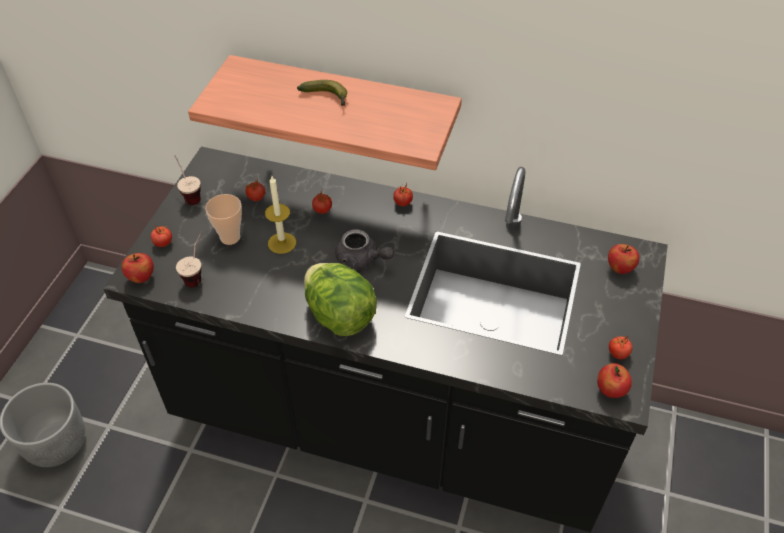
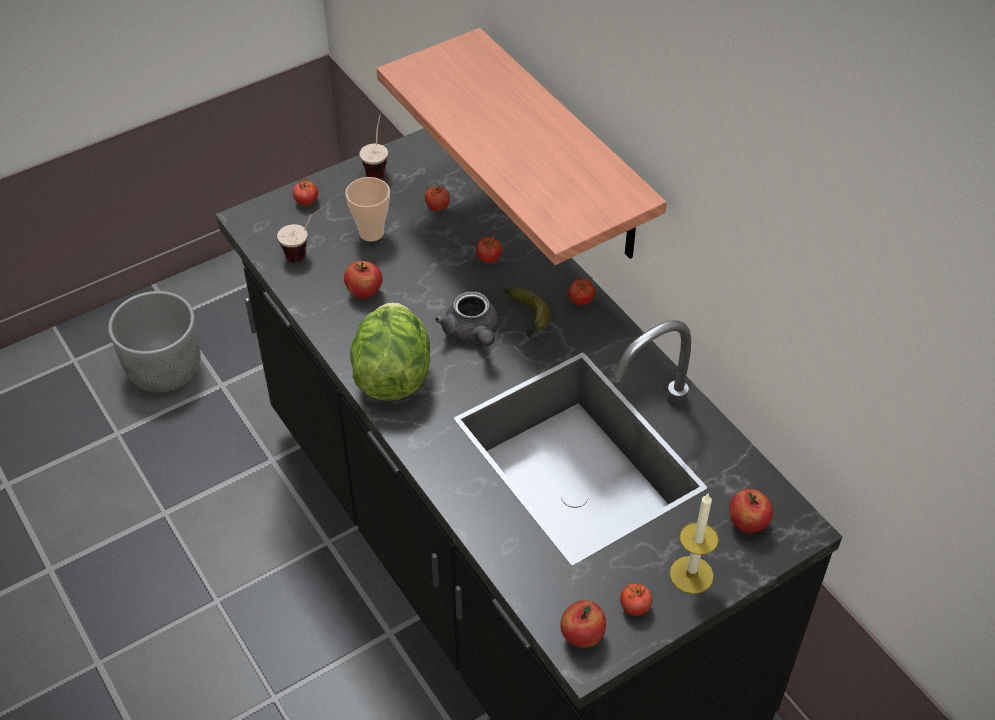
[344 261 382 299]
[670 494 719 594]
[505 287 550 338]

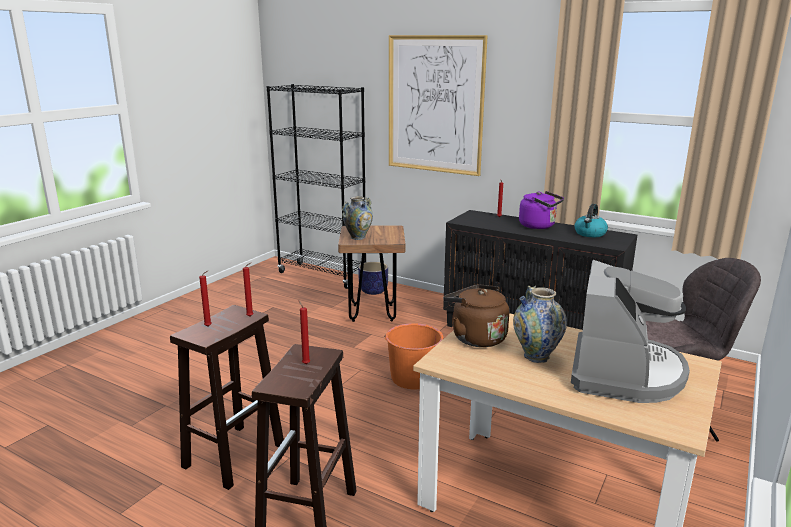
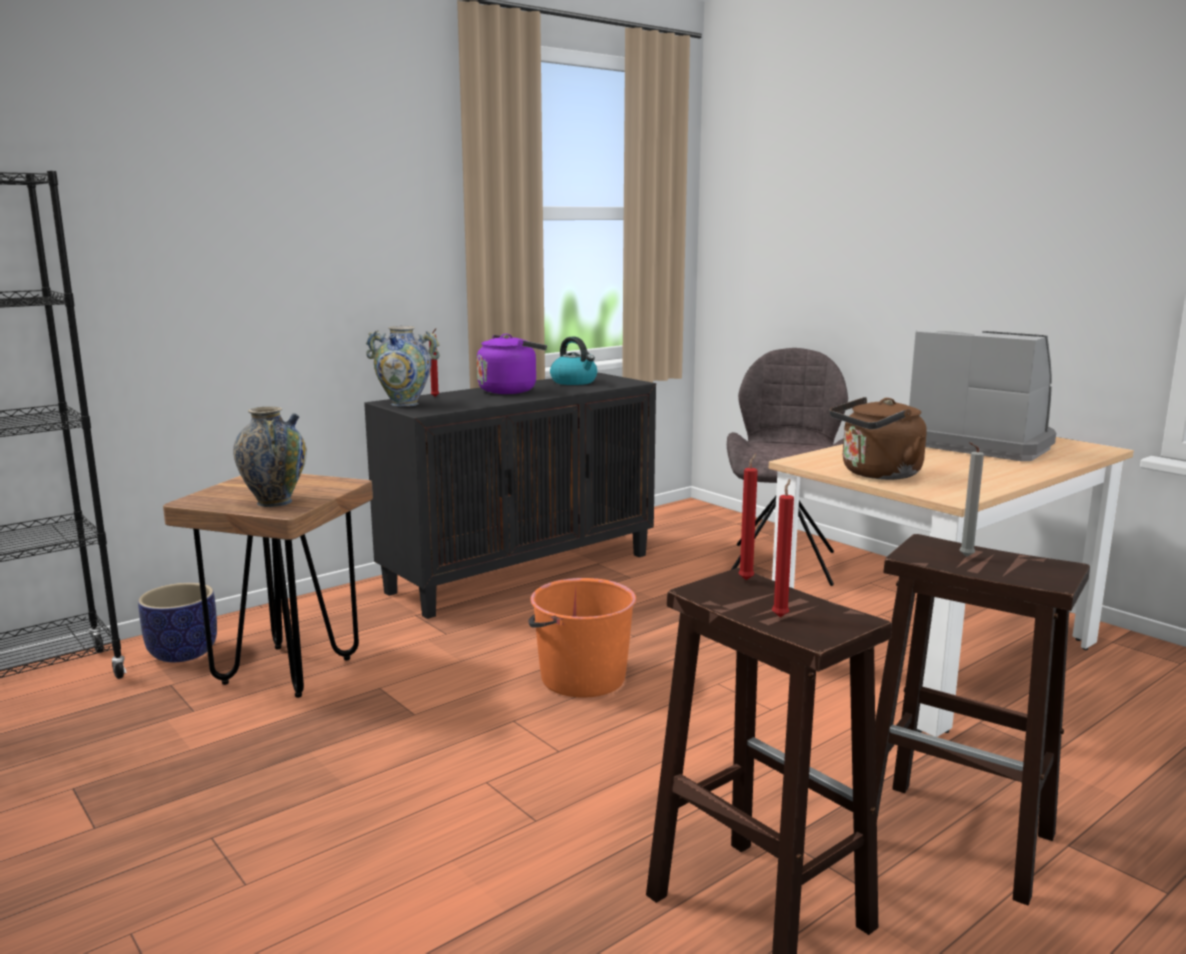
[389 35 488 176] (first image)
[366 326 440 407]
[960 442 984 557]

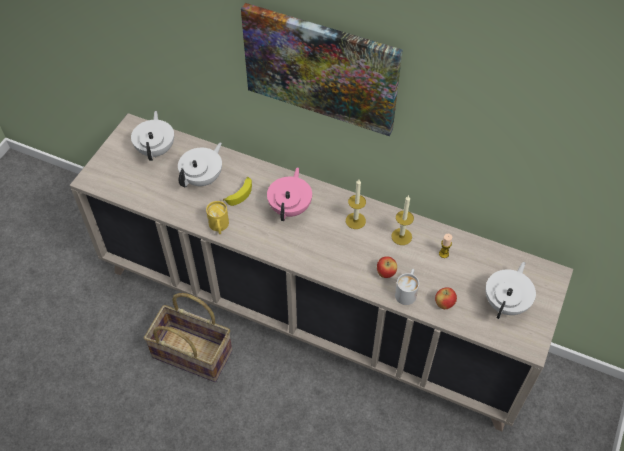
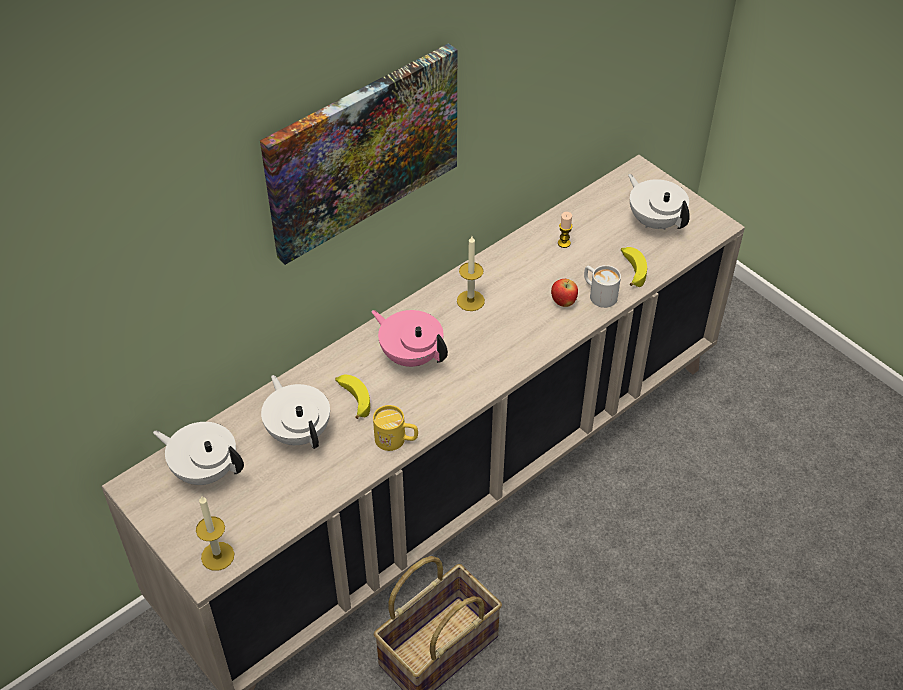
[196 495 234 571]
[621 247 647 287]

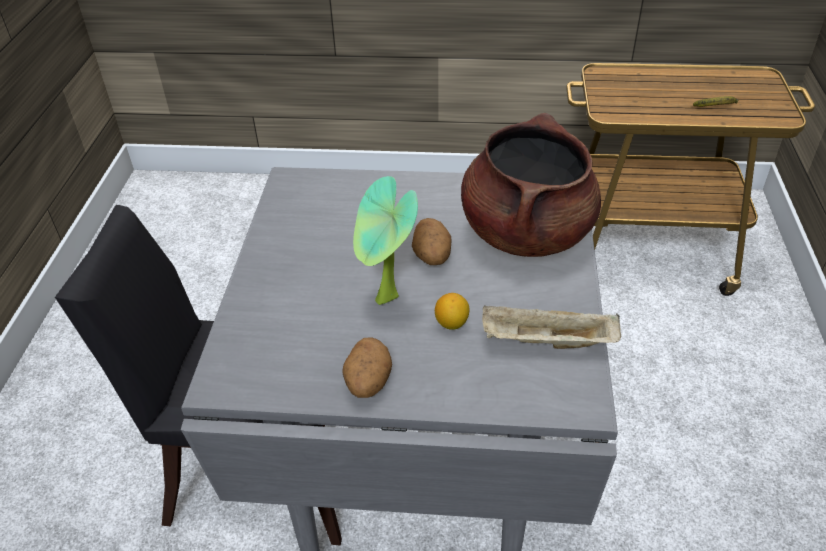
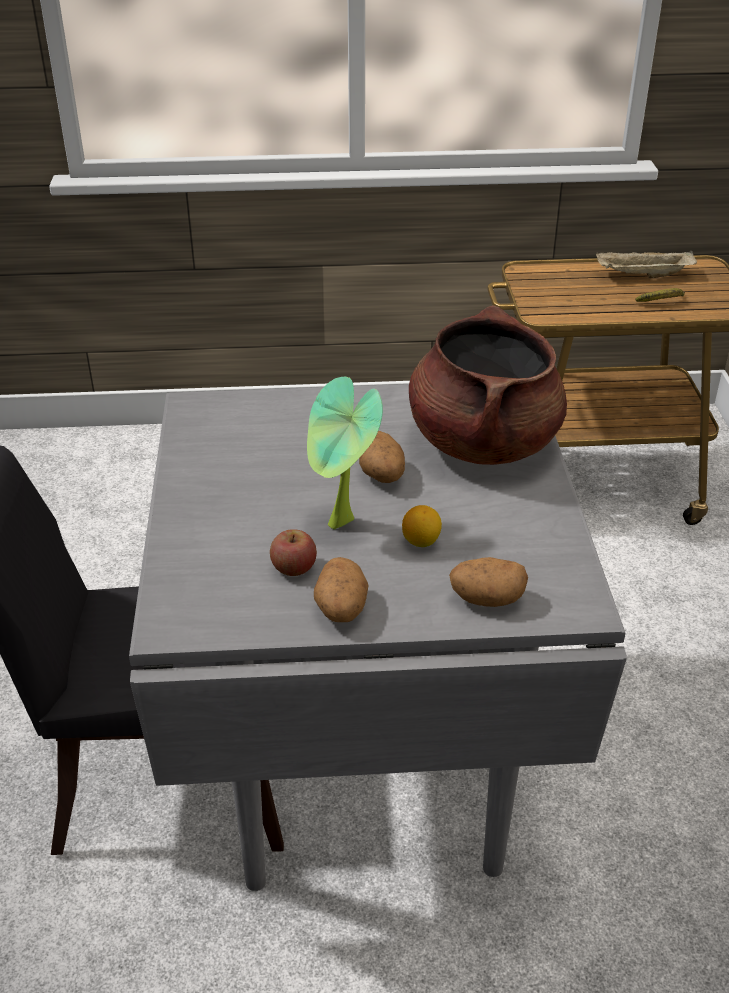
[270 529 317 576]
[449 557 528 607]
[596 250 697 278]

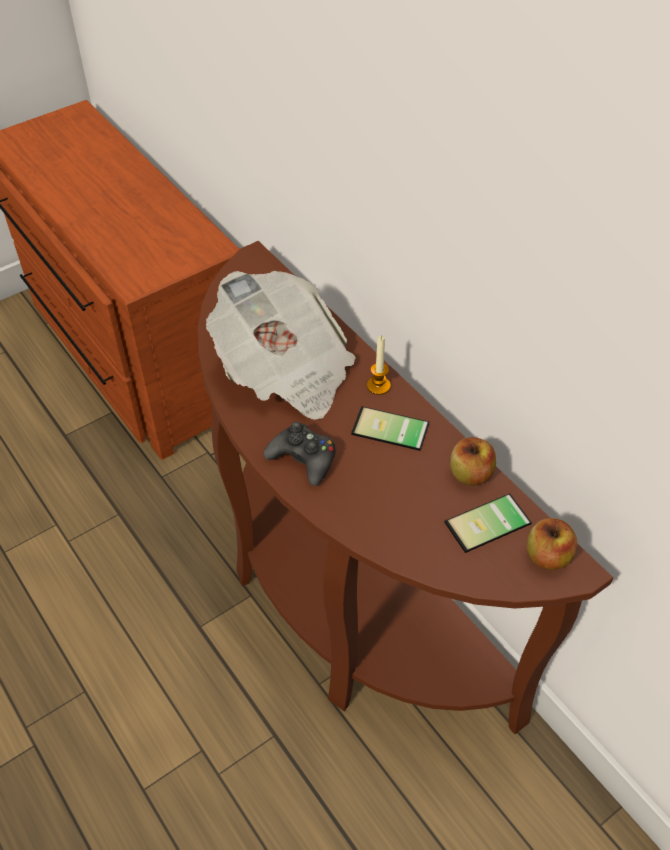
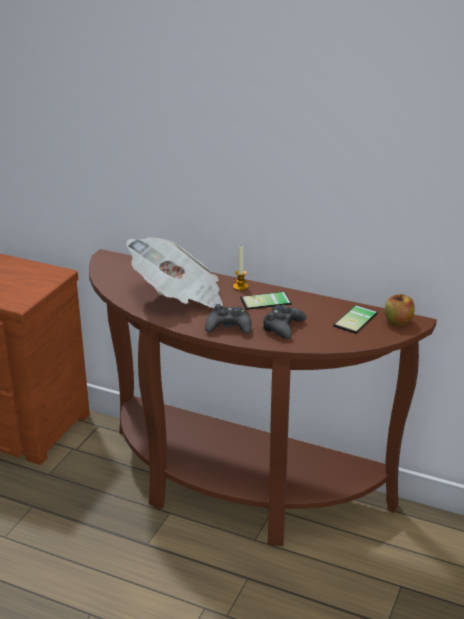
[450 437 496 485] (first image)
[263 305 306 339]

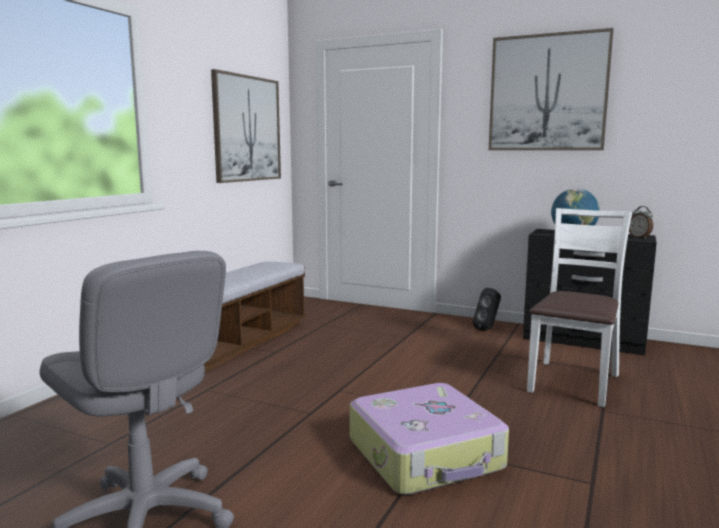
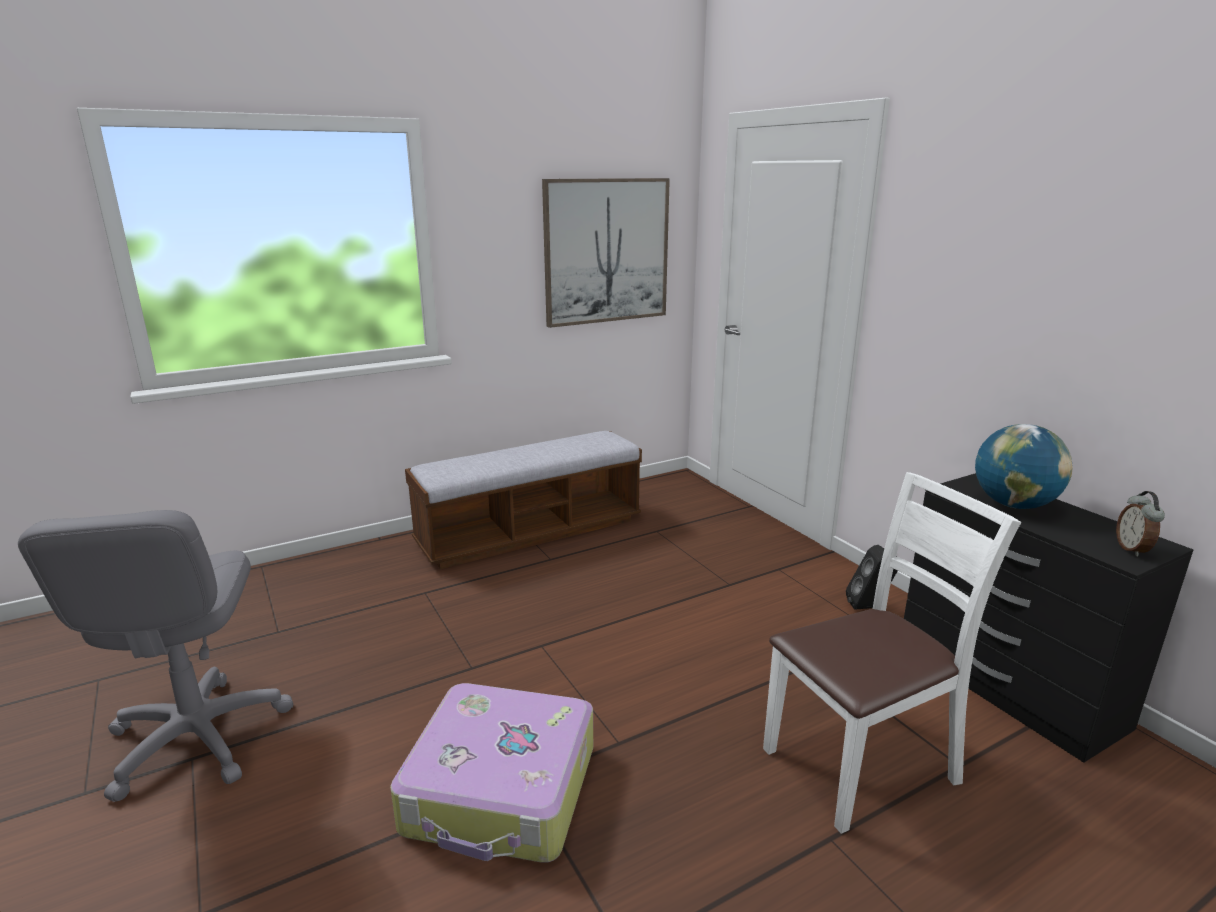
[489 28 614 150] (first image)

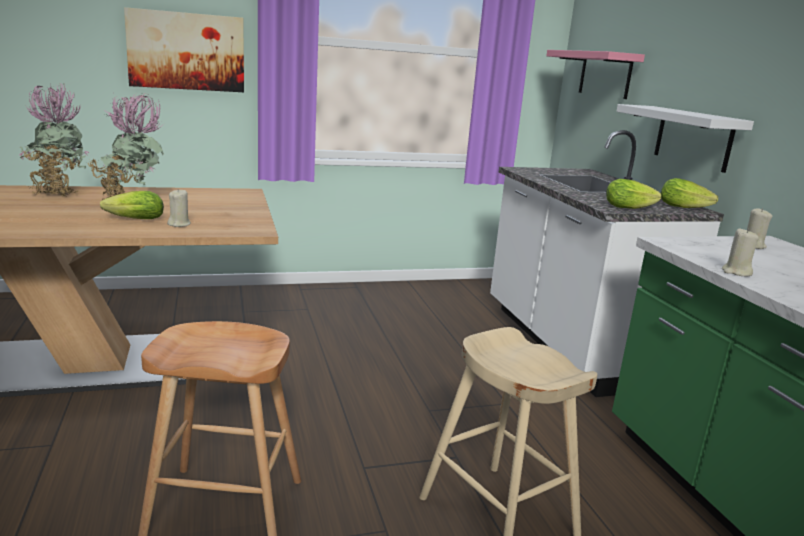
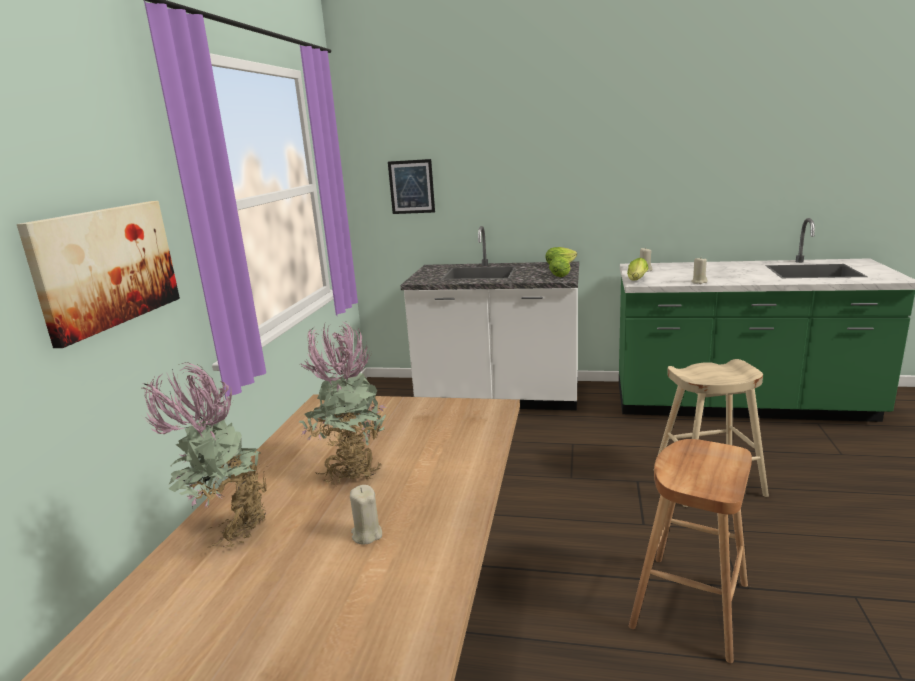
[616 104 754 173] (first image)
[627 258 648 281]
[350 485 382 544]
[388 159 435 214]

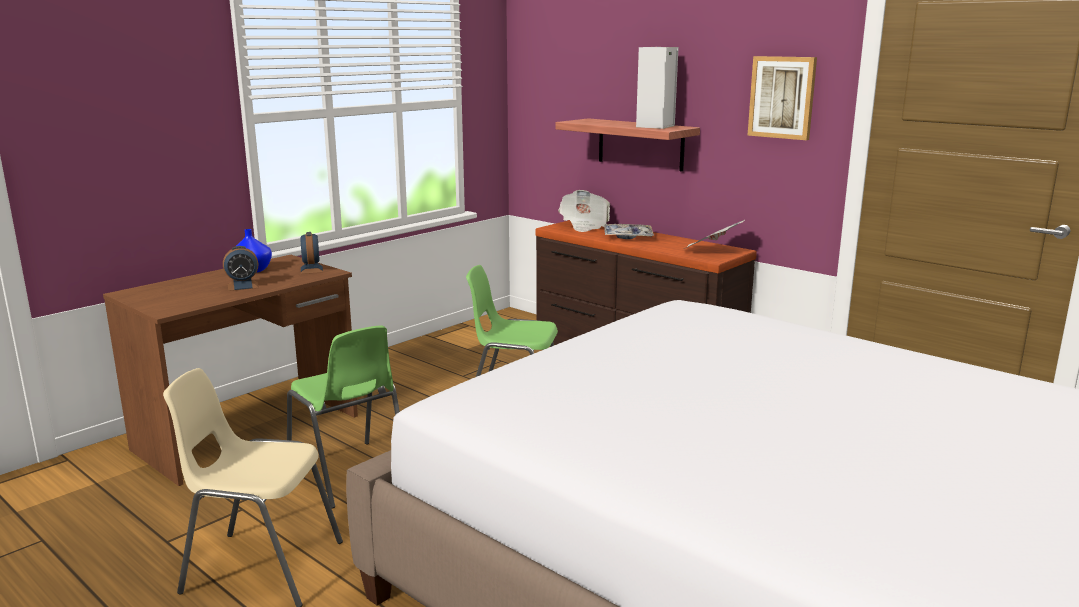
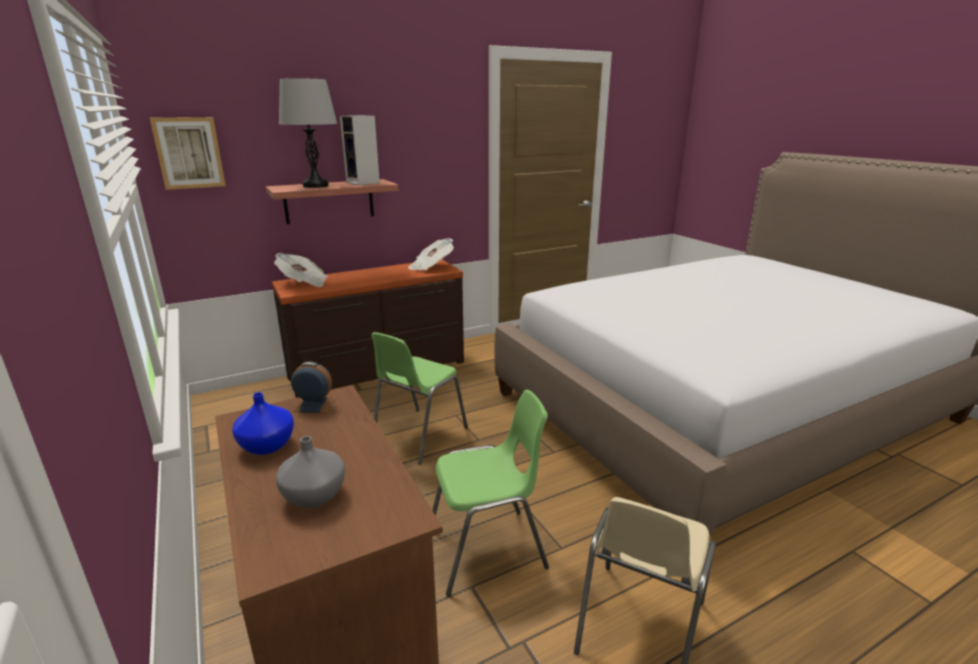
[223 246 259 291] (first image)
[604 224 654 239] (first image)
[276 436 345 508]
[279 78 337 188]
[150 117 226 190]

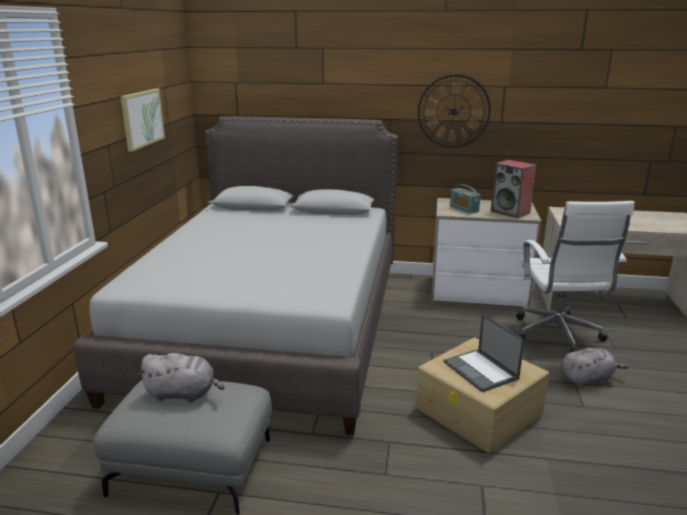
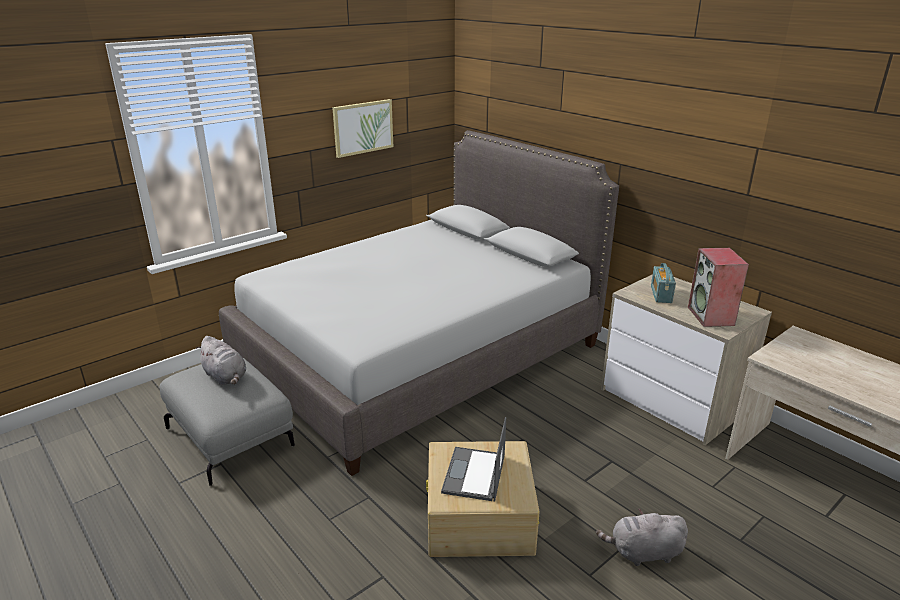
[418 74 491 148] (first image)
[516 201 635 353] (first image)
[596 509 688 566]

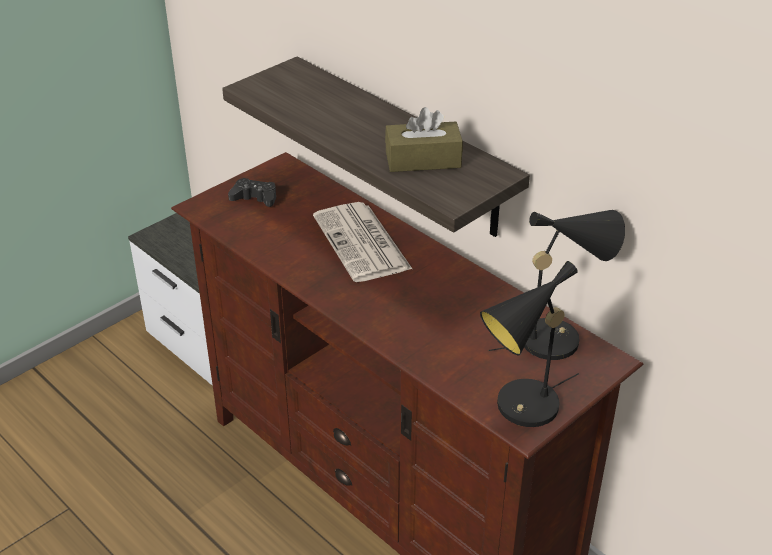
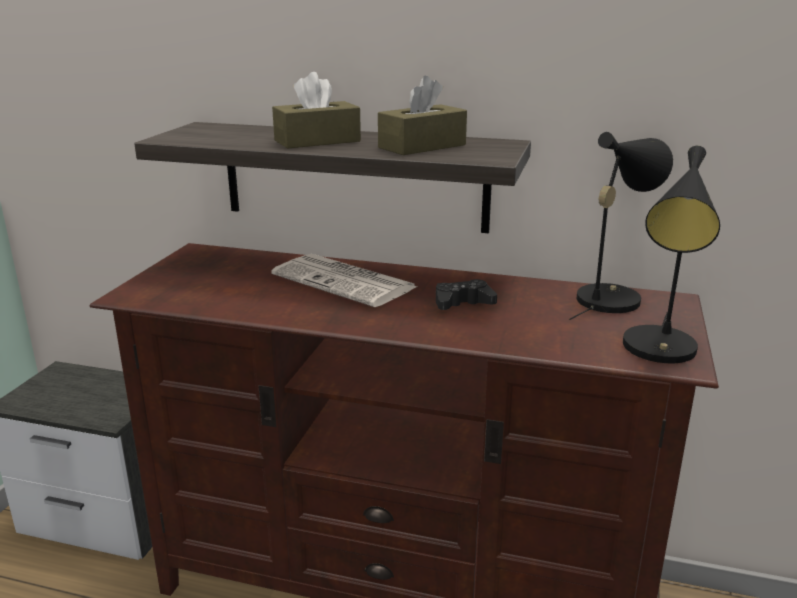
[272 72 361 149]
[436 279 497 310]

